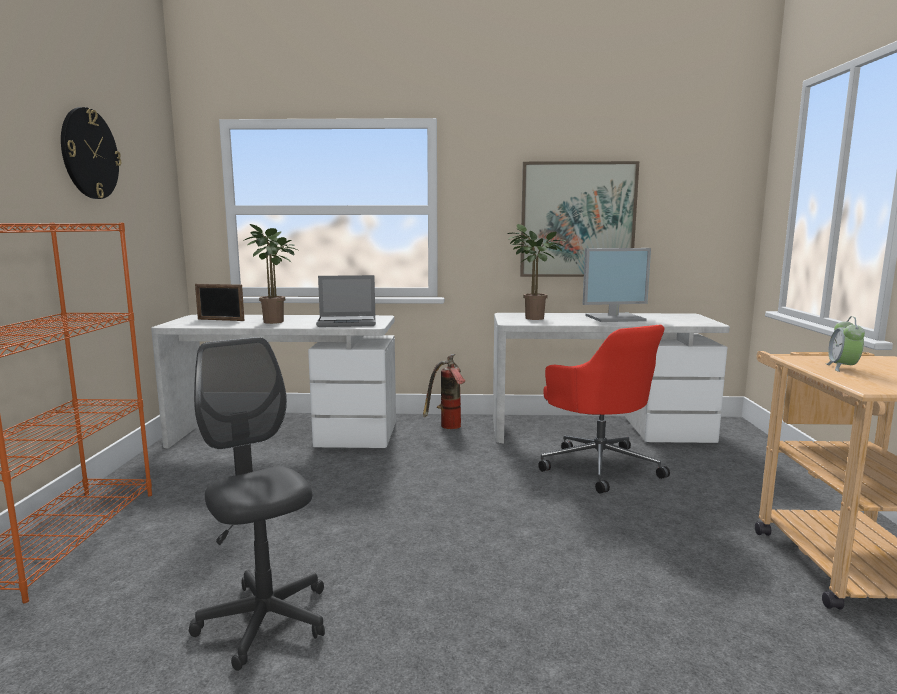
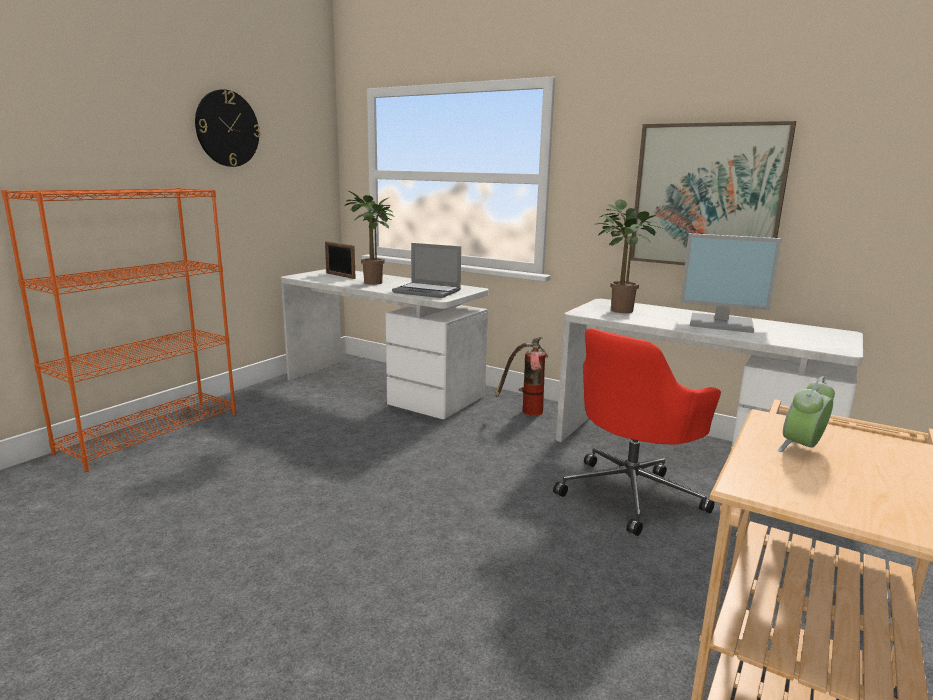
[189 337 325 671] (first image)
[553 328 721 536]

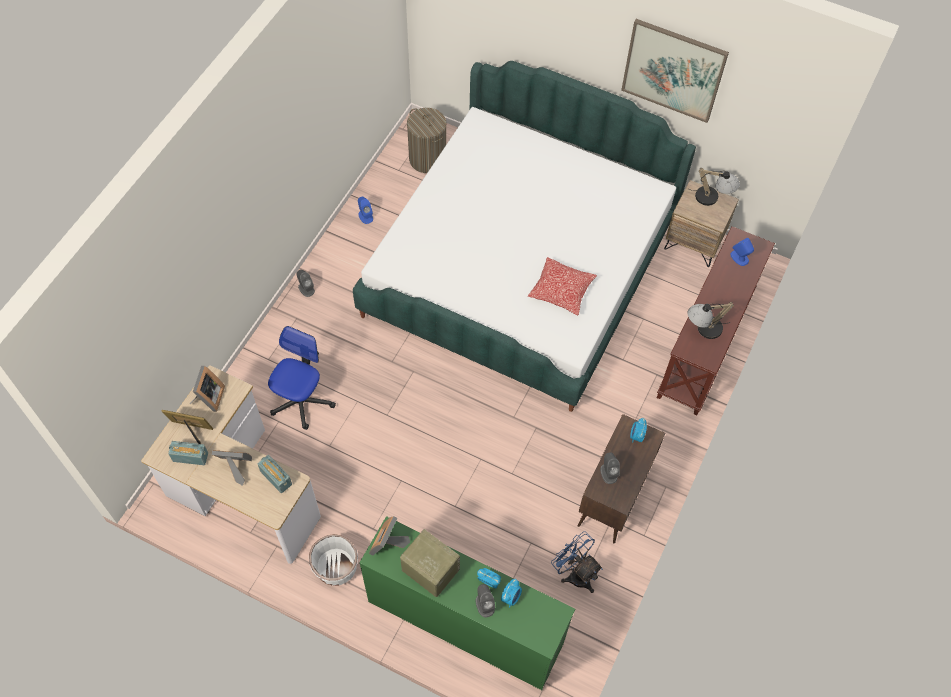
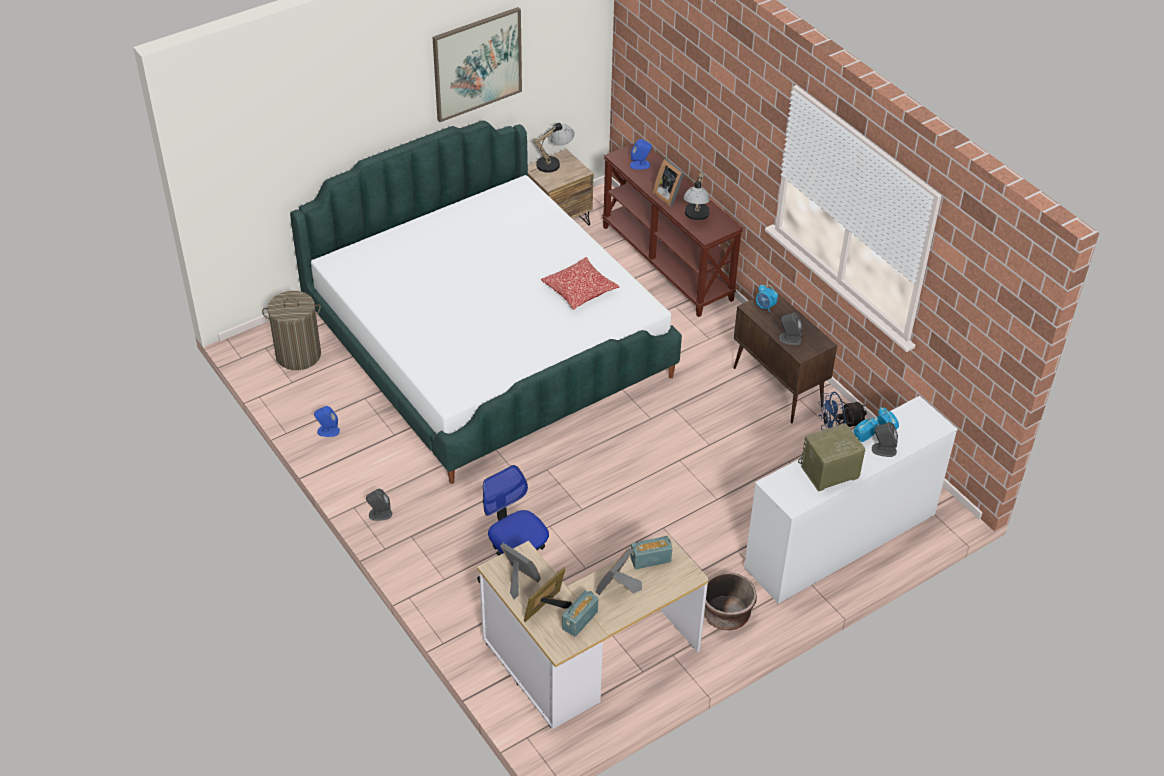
[653 159 685 207]
[704 573 757 630]
[744 396 958 604]

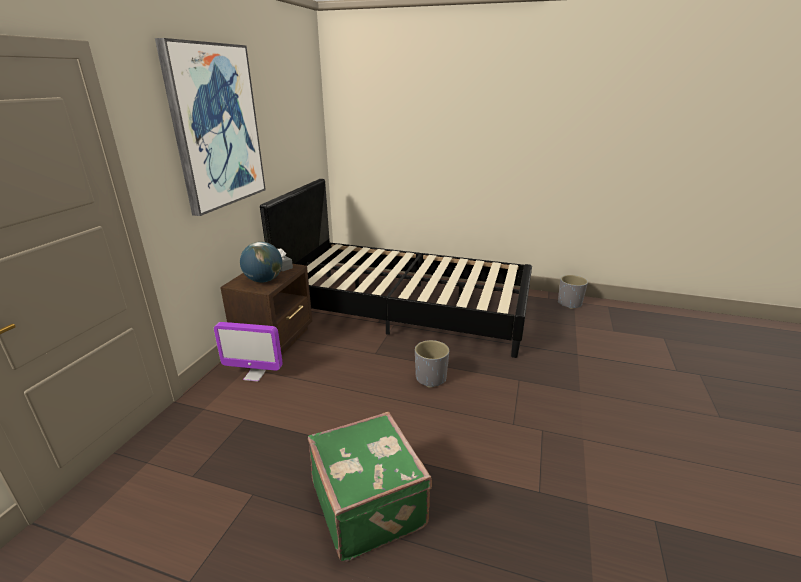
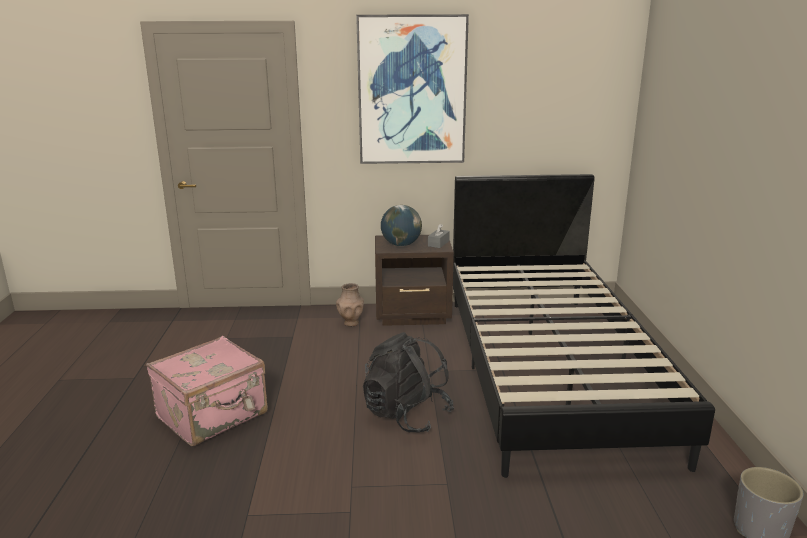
[336 283 364 327]
[363 332 454 433]
[146 336 268 446]

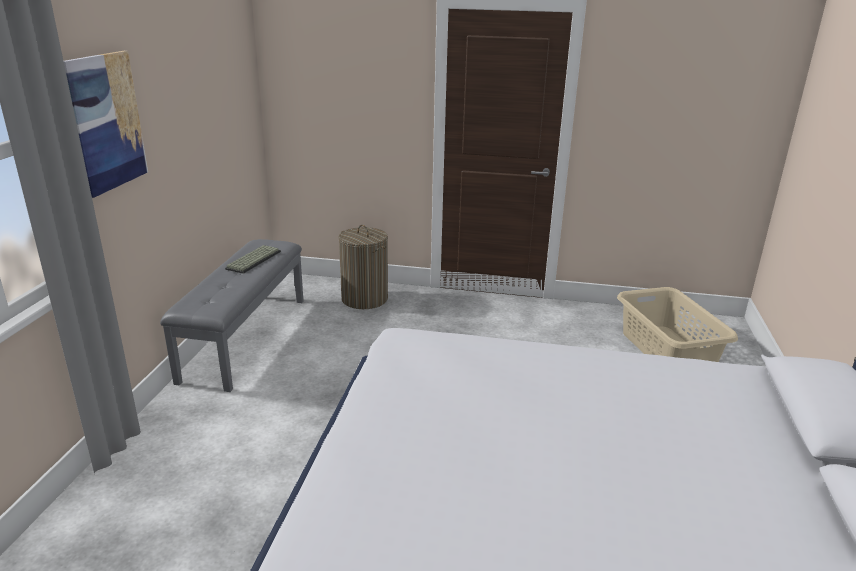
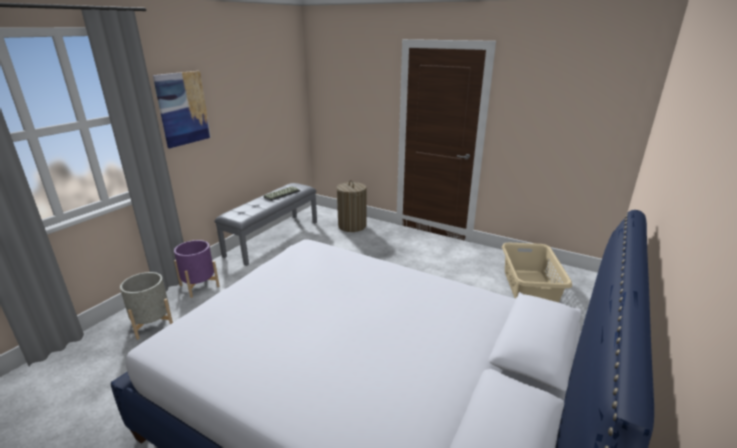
[120 272 173 340]
[174 240 220 298]

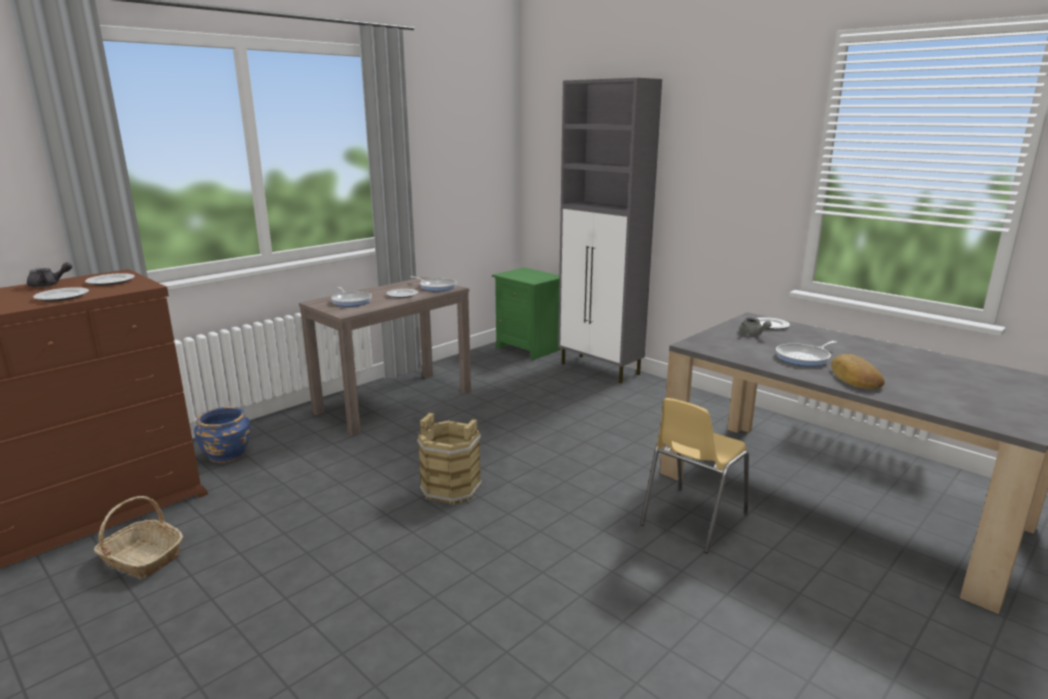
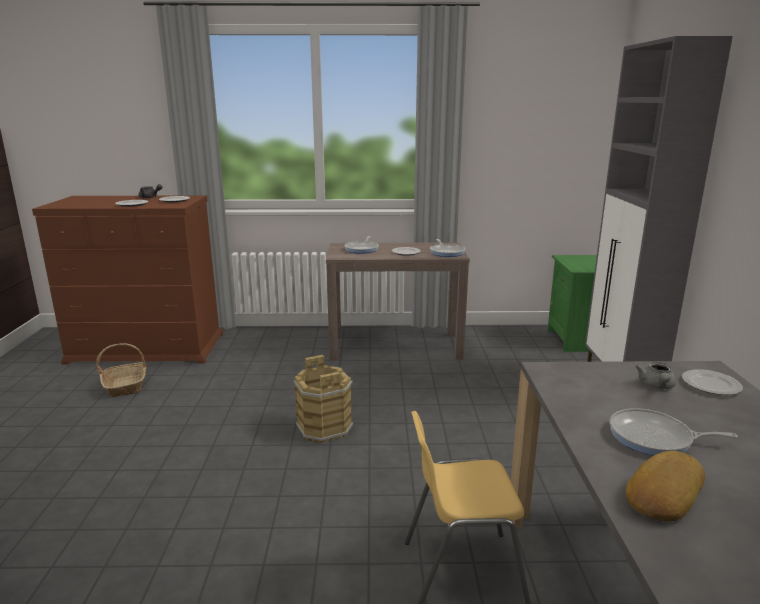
[194 407 251 463] (first image)

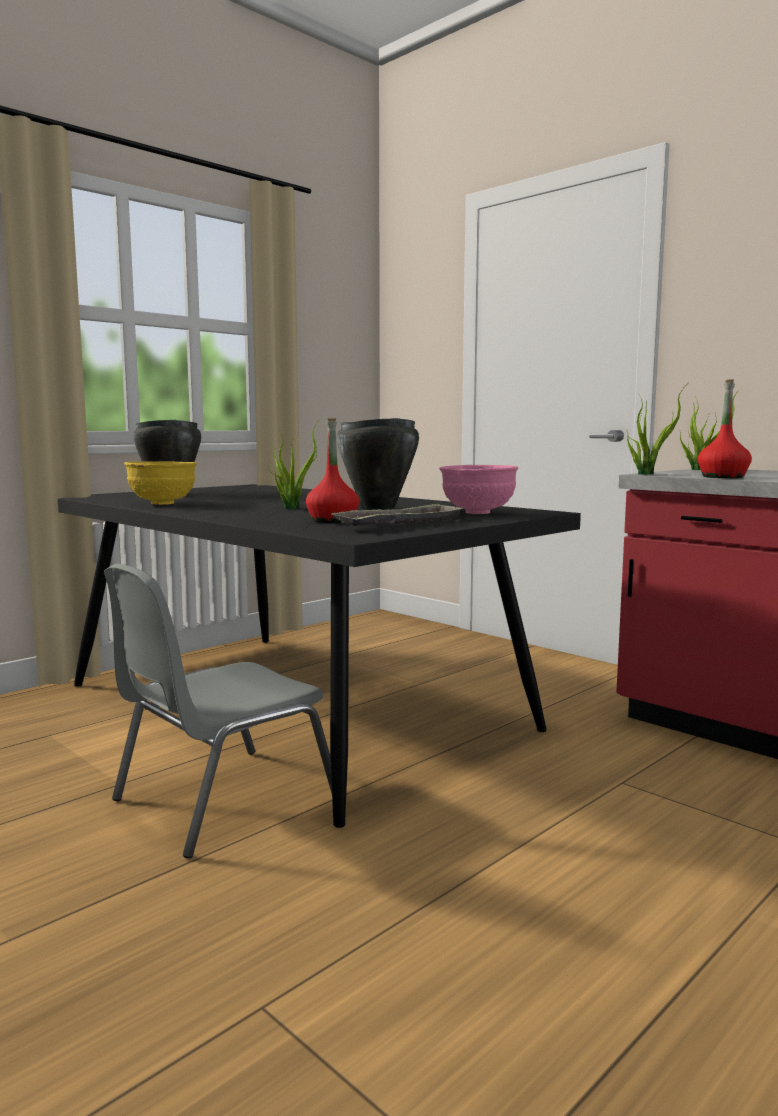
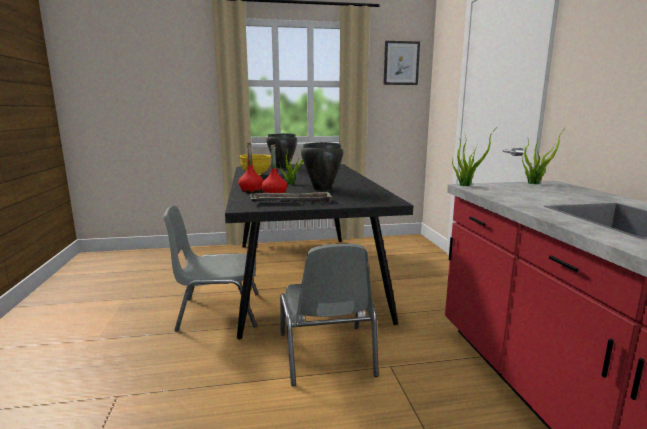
[439 465 519 514] (first image)
[280 244 379 386]
[384 41 420 85]
[238 143 263 193]

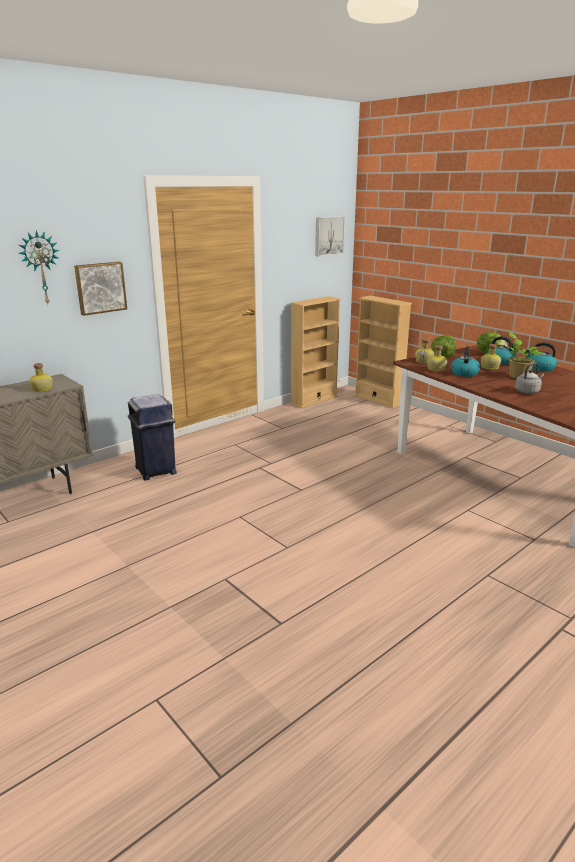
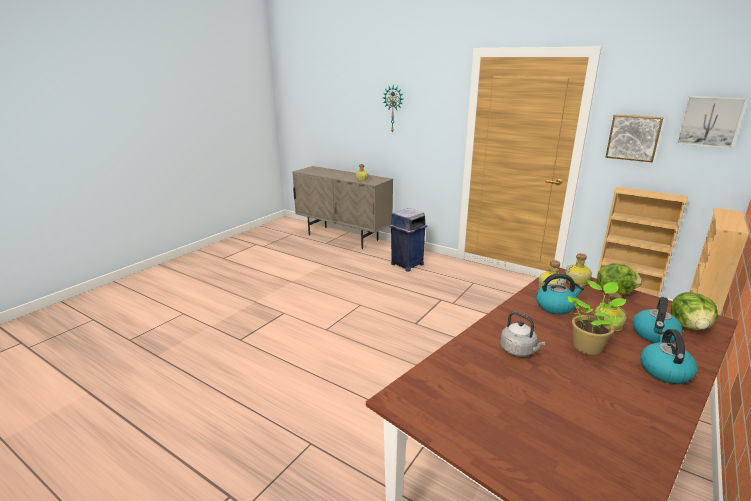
[605 114 664 162]

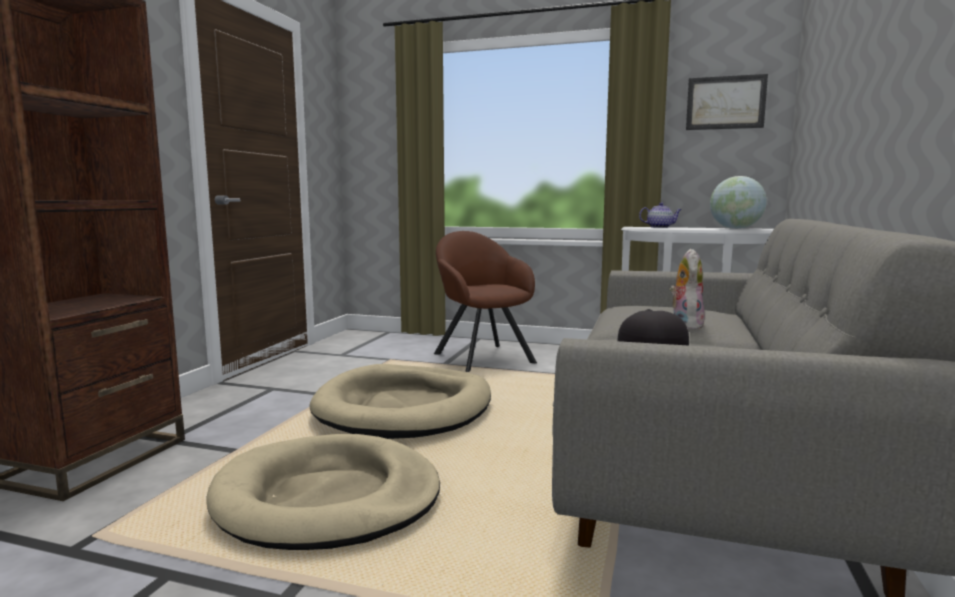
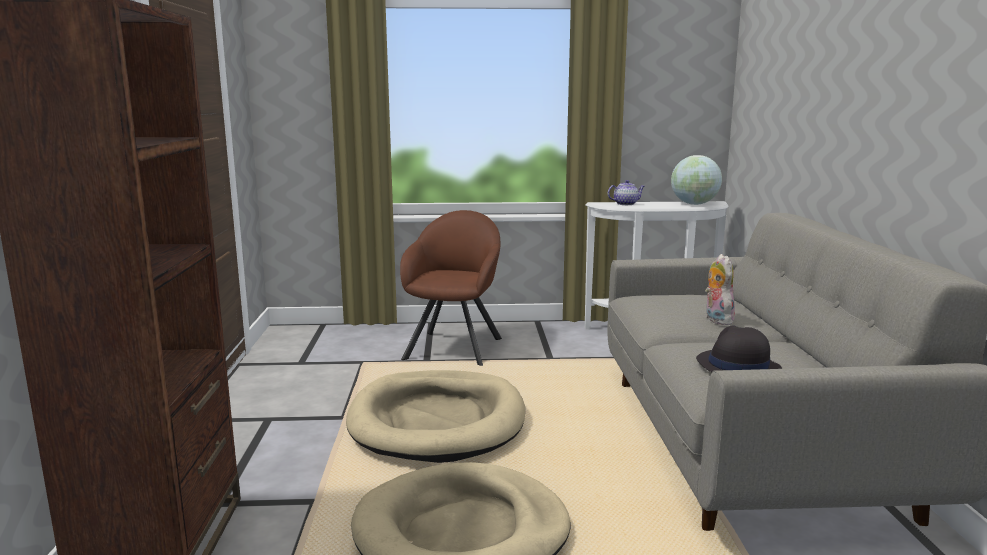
[686 74 768 130] (first image)
[400 210 502 366]

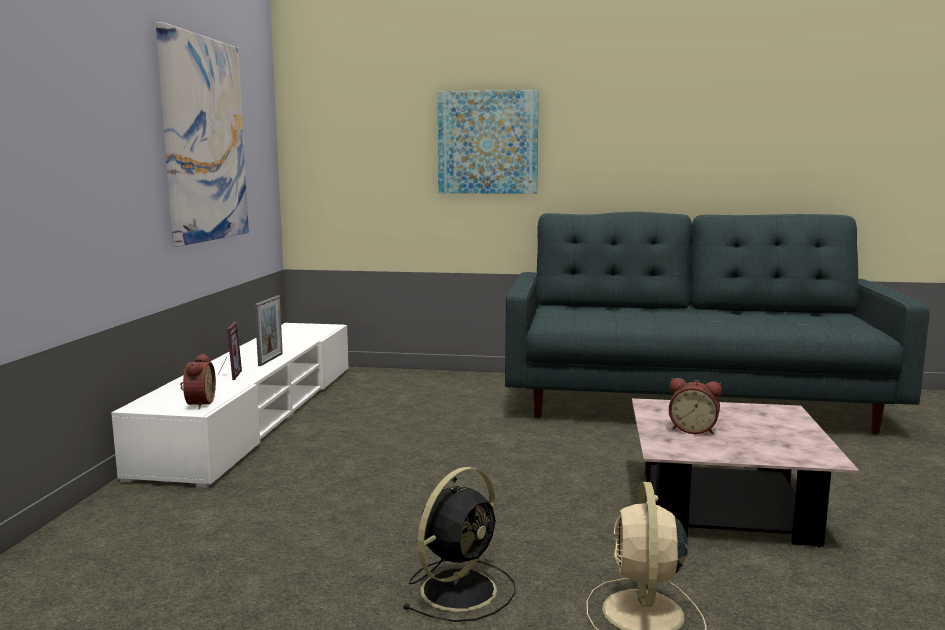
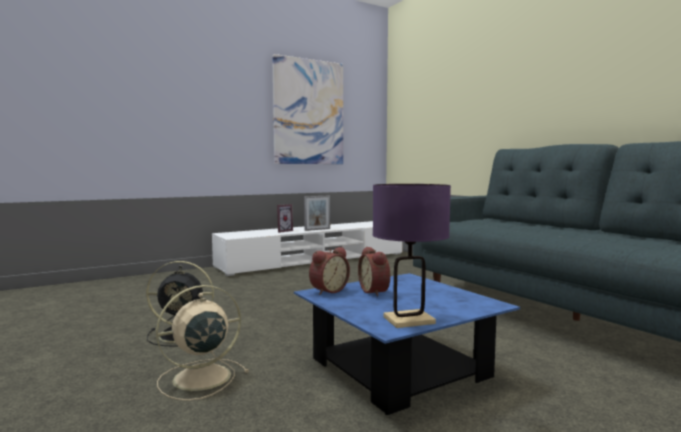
[438 90 539 194] (first image)
[373 184 451 328]
[309 247 350 295]
[294 273 520 415]

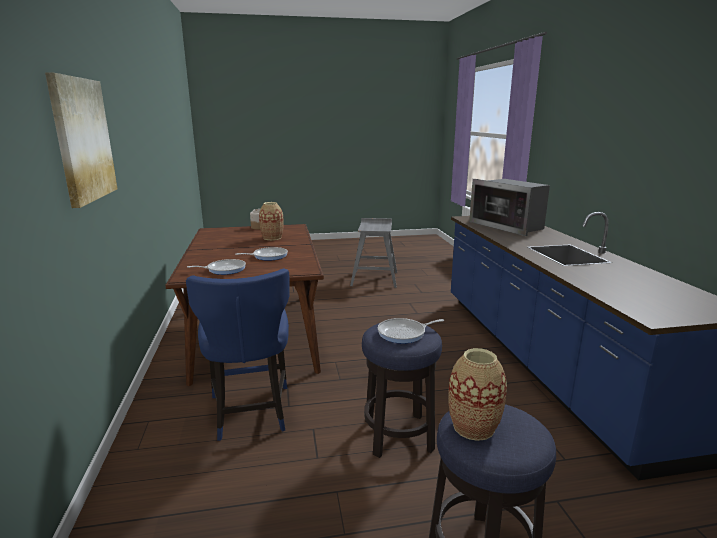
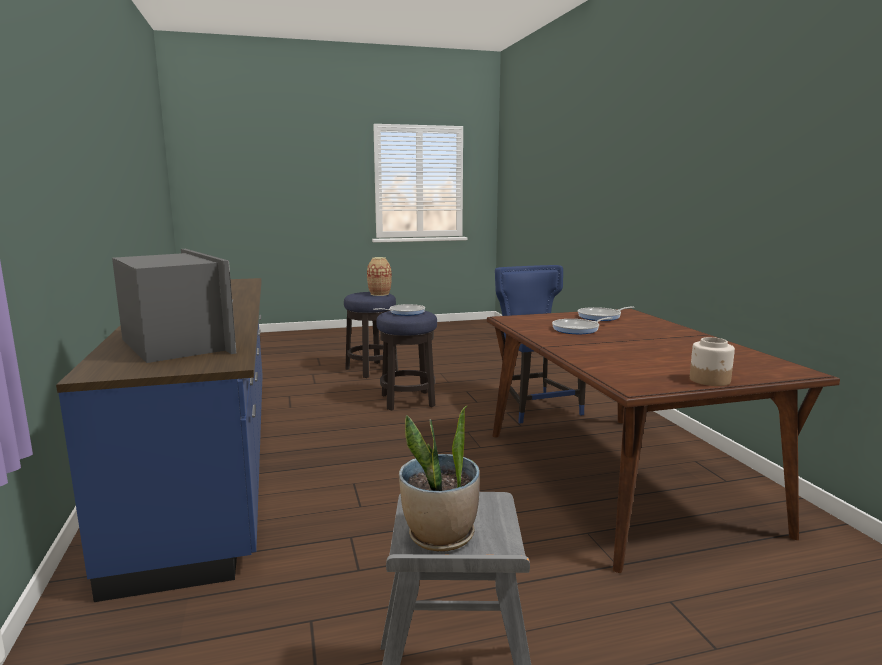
[45 73 118 208] (first image)
[259 202 284 240] (first image)
[399 406 480 551]

